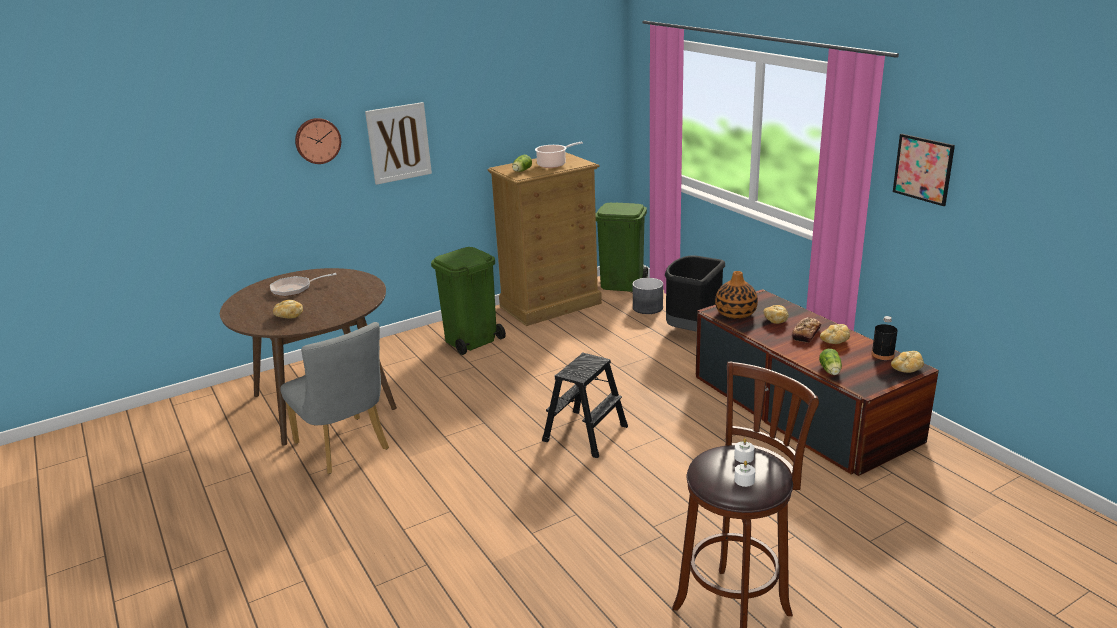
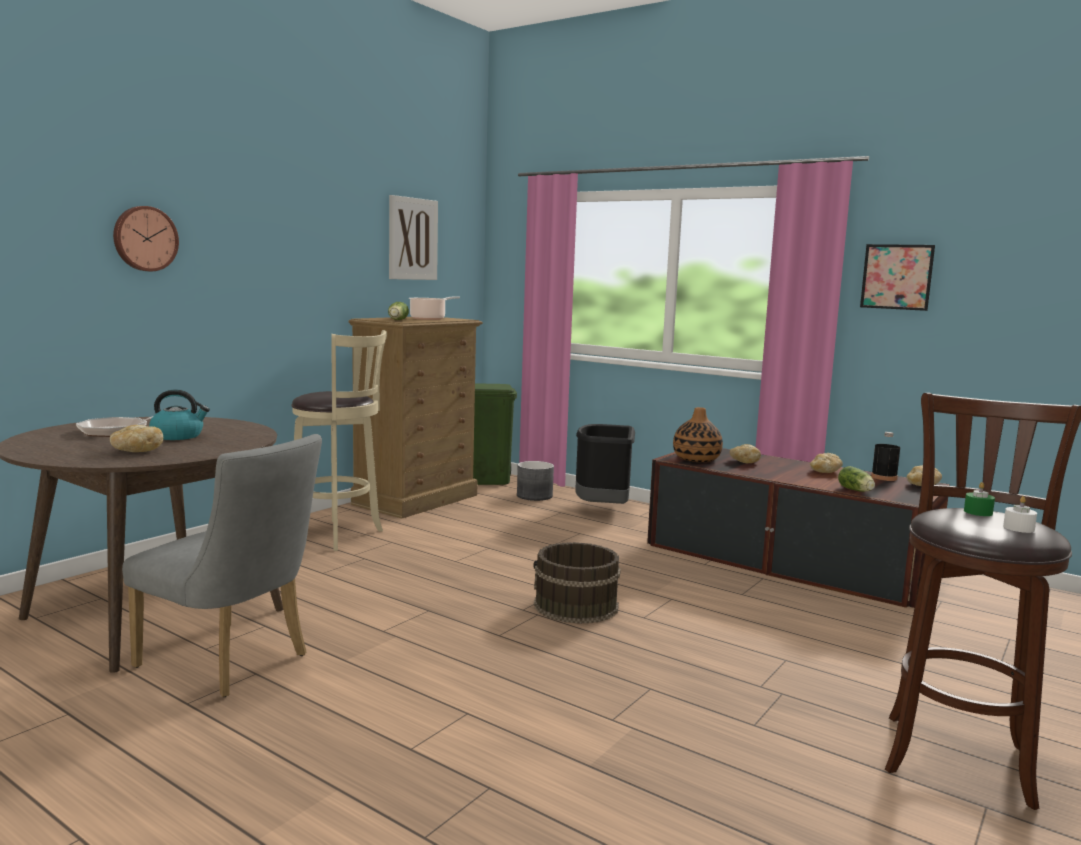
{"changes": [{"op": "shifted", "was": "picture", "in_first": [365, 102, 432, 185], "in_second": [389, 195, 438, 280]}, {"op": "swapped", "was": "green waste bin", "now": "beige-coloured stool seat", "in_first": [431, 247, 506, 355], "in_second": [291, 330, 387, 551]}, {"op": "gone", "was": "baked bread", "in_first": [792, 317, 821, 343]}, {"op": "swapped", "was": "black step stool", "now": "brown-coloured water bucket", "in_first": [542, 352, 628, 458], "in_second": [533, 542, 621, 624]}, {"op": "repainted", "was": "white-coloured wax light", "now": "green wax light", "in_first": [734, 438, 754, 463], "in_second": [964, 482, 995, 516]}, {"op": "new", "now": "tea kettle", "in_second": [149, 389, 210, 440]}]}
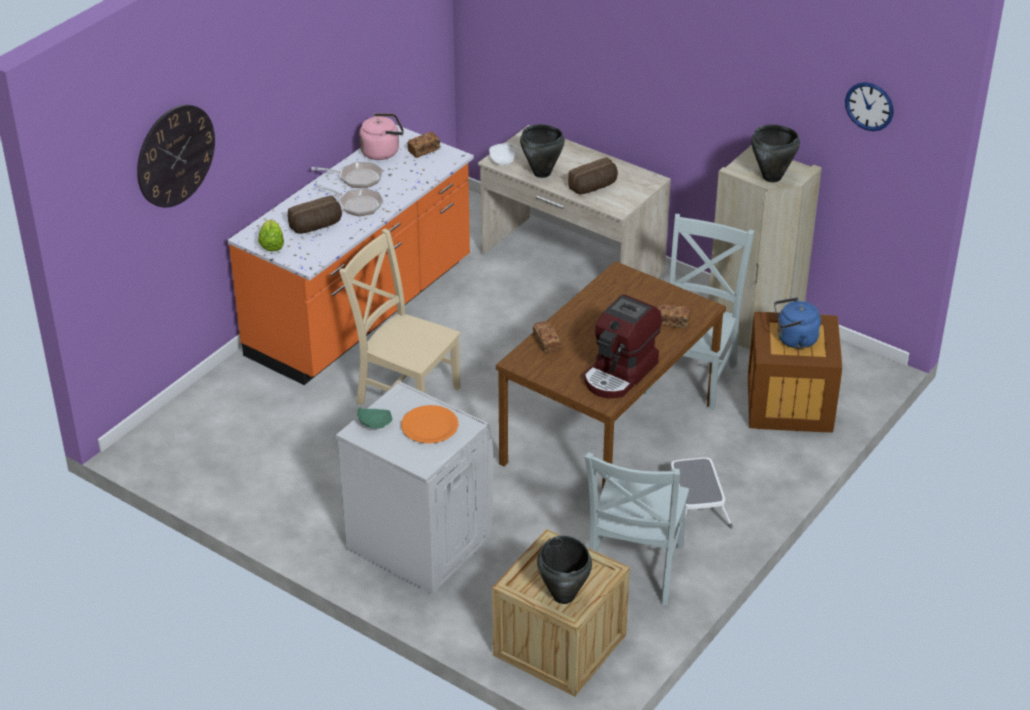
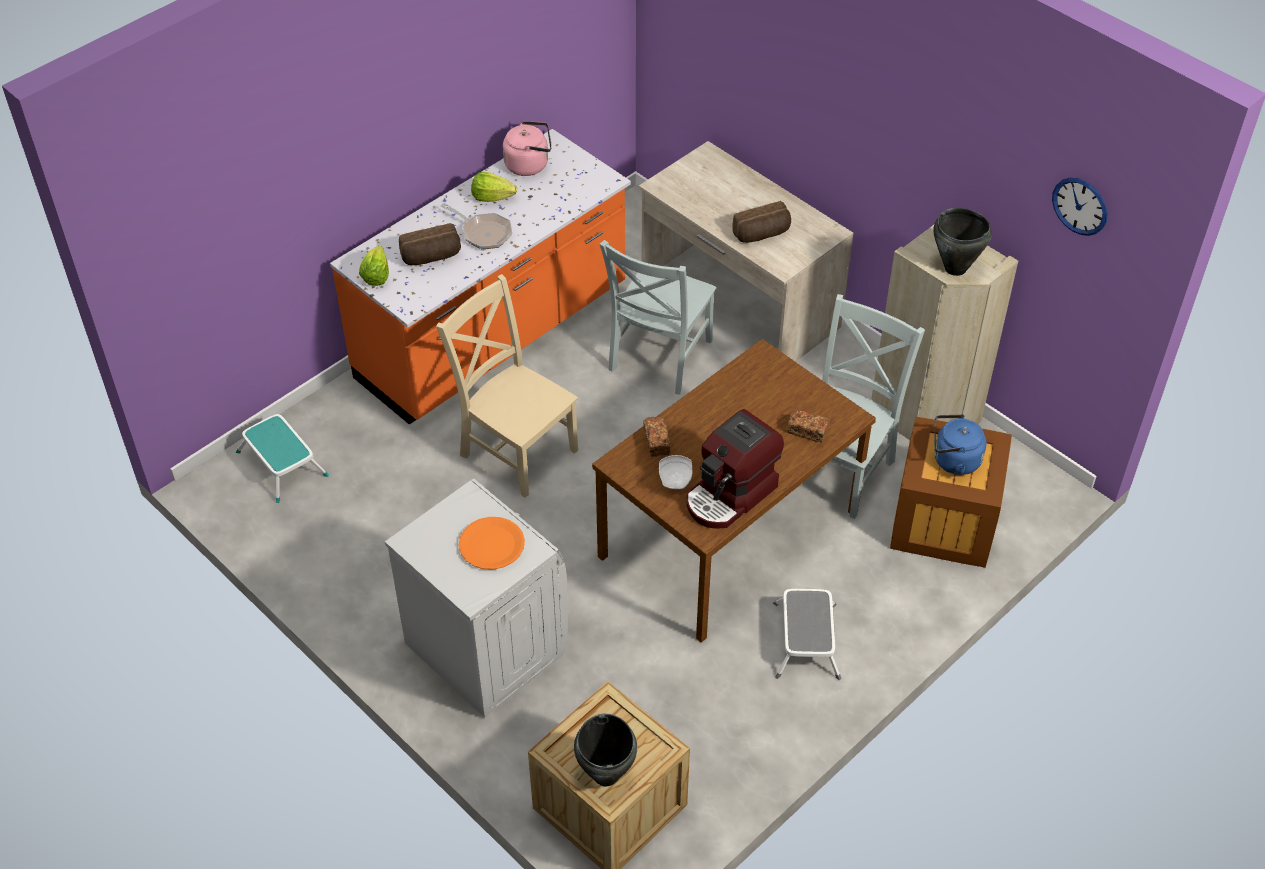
{"changes": [{"op": "gone", "was": "clock on the wall", "in_first": [137, 105, 215, 208]}, {"op": "gone", "was": "black cooking pot", "in_first": [520, 124, 565, 178]}, {"op": "gone", "was": "baked bread", "in_first": [407, 132, 440, 158]}, {"op": "shifted", "was": "white-coloured dinner plate", "in_first": [489, 144, 515, 166], "in_second": [659, 455, 692, 489]}, {"op": "swapped", "was": "pan", "now": "head of lettuce", "in_first": [311, 162, 383, 188], "in_second": [471, 172, 517, 202]}, {"op": "gone", "was": "green dinner plate", "in_first": [357, 407, 392, 429]}, {"op": "shifted", "was": "gray chair", "in_first": [585, 452, 689, 605], "in_second": [600, 240, 716, 395]}, {"op": "new", "now": "turquoise step stool", "in_second": [236, 414, 329, 503]}]}
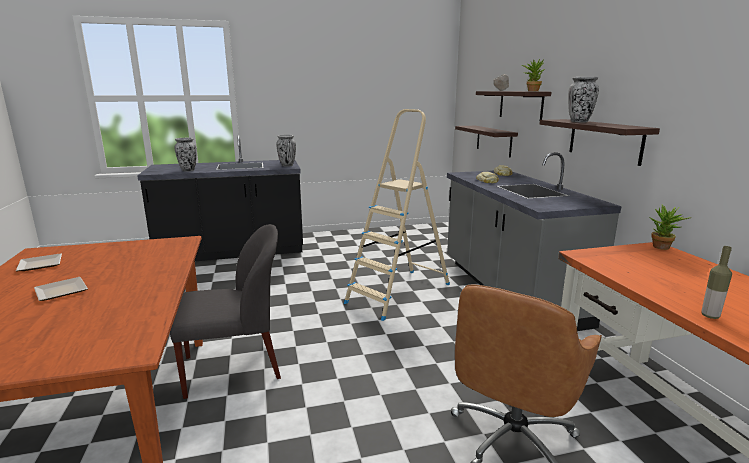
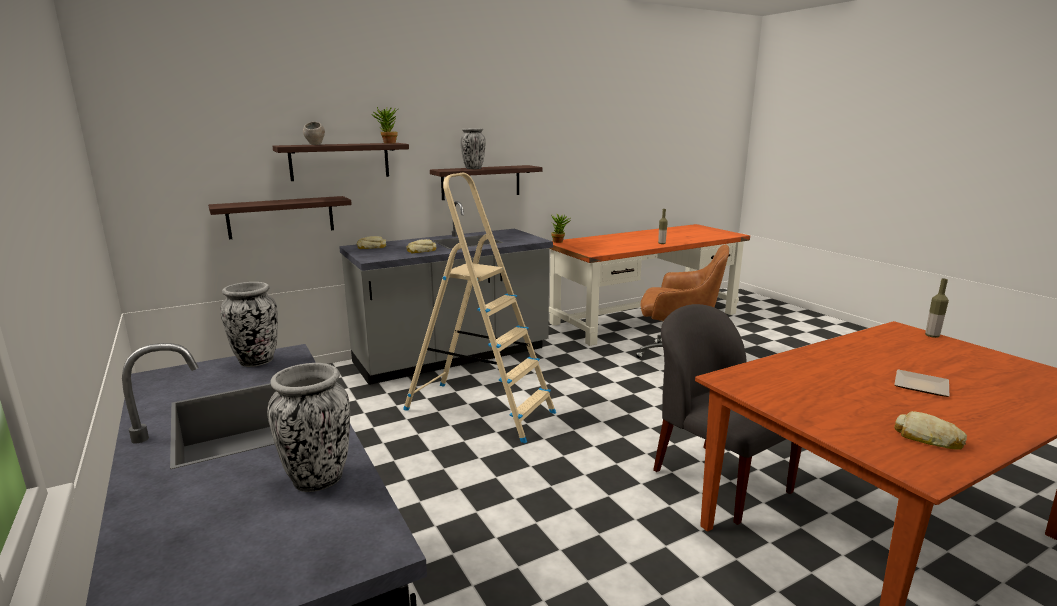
{"changes": [{"op": "swapped", "was": "dinner plate", "now": "baked bread", "in_first": [16, 253, 62, 271], "in_second": [894, 411, 967, 450]}, {"op": "new", "now": "beverage bottle", "in_second": [925, 278, 949, 338]}]}
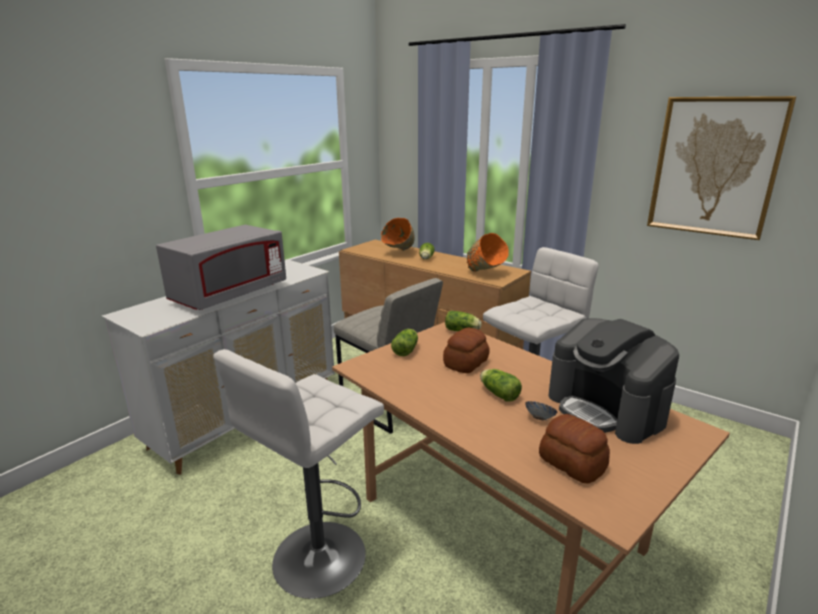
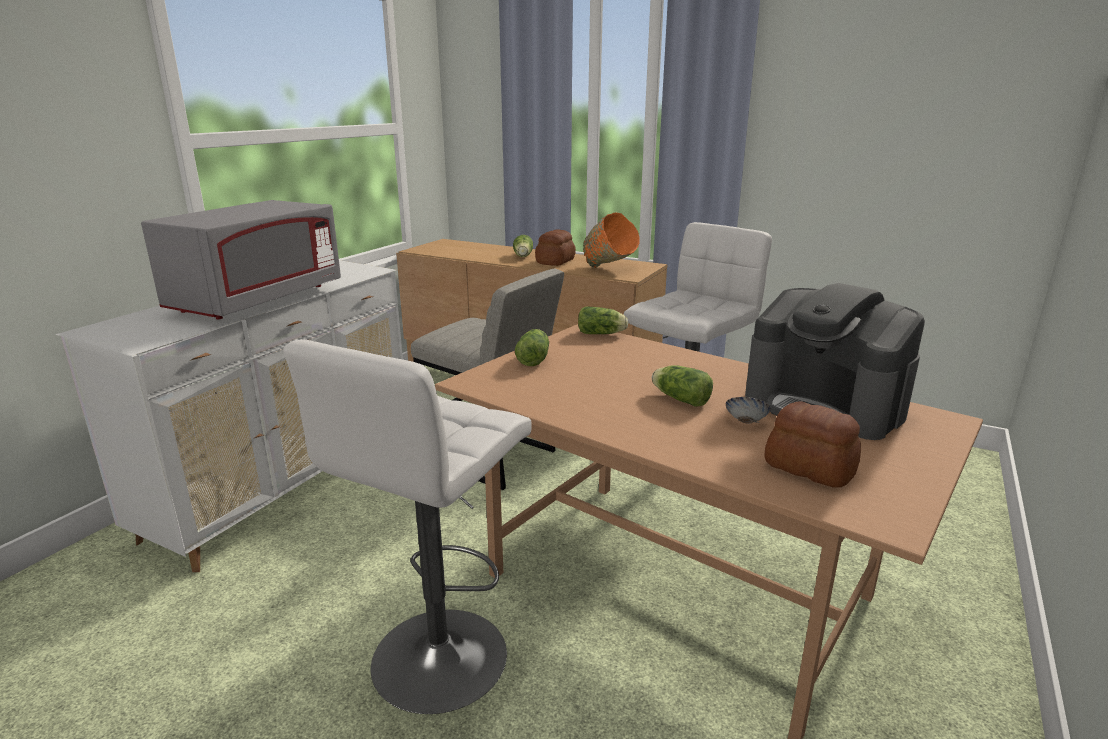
{"changes": [{"op": "gone", "was": "picture", "in_first": [647, 96, 797, 240]}, {"op": "gone", "was": "orange-coloured deep dish", "in_first": [381, 218, 415, 251]}, {"op": "shifted", "was": "baked bread", "in_first": [443, 328, 490, 373], "in_second": [535, 230, 576, 266]}]}
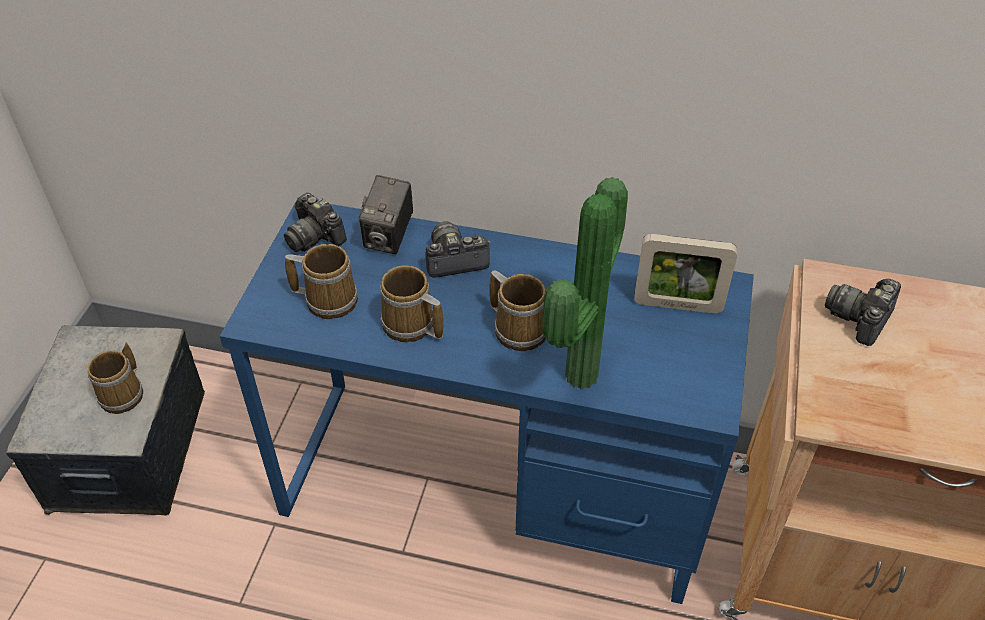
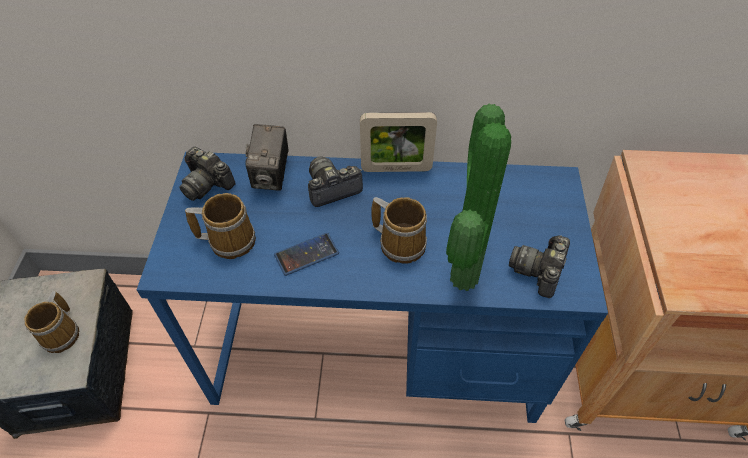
{"changes": [{"op": "shifted", "was": "photo frame", "in_first": [634, 234, 737, 314], "in_second": [360, 112, 437, 172]}, {"op": "swapped", "was": "coffee mug", "now": "telephone", "in_first": [380, 265, 443, 342], "in_second": [274, 233, 339, 276]}, {"op": "shifted", "was": "photo camera", "in_first": [825, 279, 901, 346], "in_second": [509, 235, 570, 298]}]}
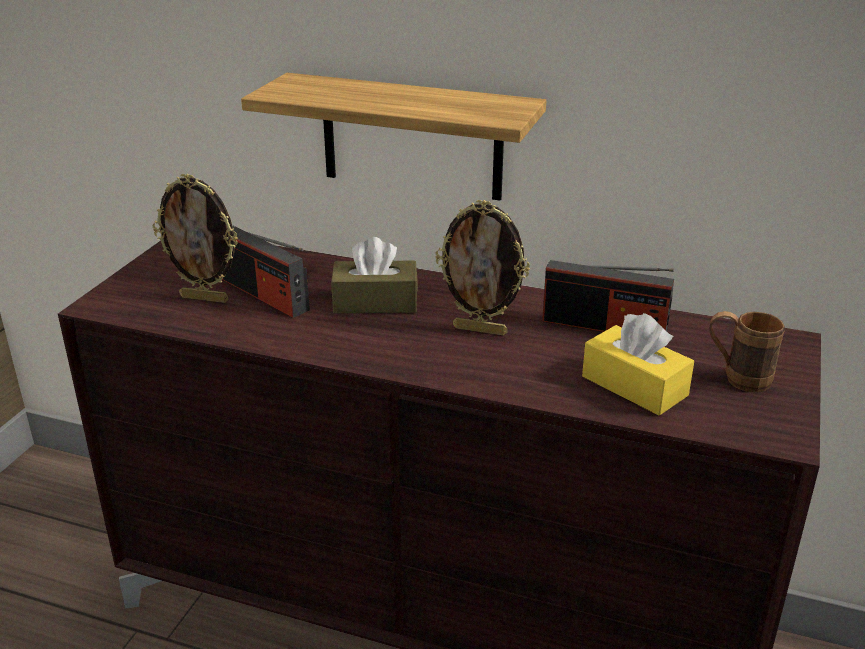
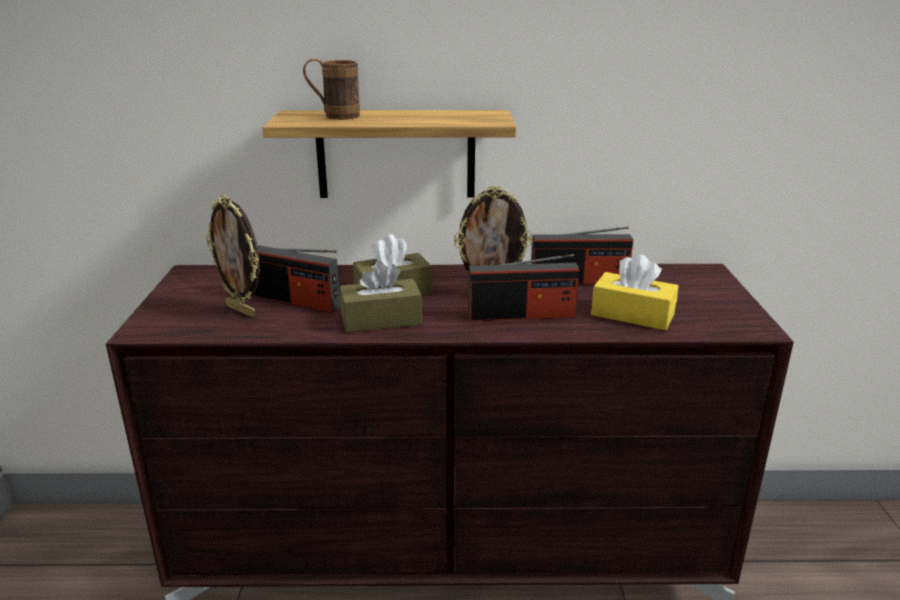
{"changes": [{"op": "rotated", "was": "photo frame", "in_first": [153, 174, 238, 303], "in_second": [206, 195, 260, 318], "clockwise": 45}, {"op": "shifted", "was": "brown-coloured coffee mug", "in_first": [709, 311, 785, 393], "in_second": [303, 58, 360, 120]}, {"op": "new", "now": "radio receiver", "in_second": [468, 254, 579, 321]}, {"op": "new", "now": "brown-coloured box of tissues", "in_second": [340, 261, 422, 333]}]}
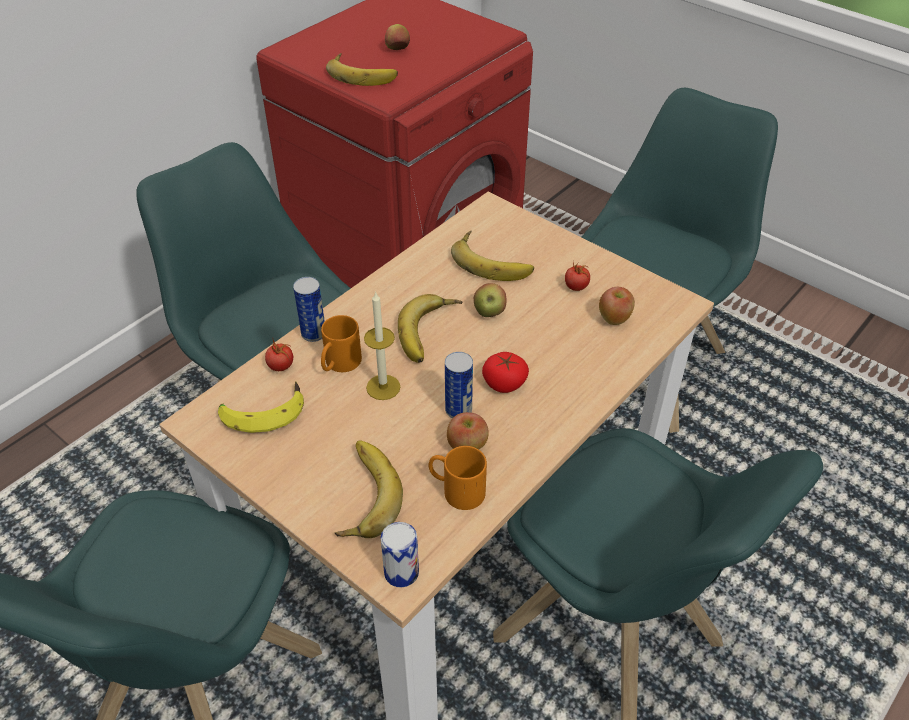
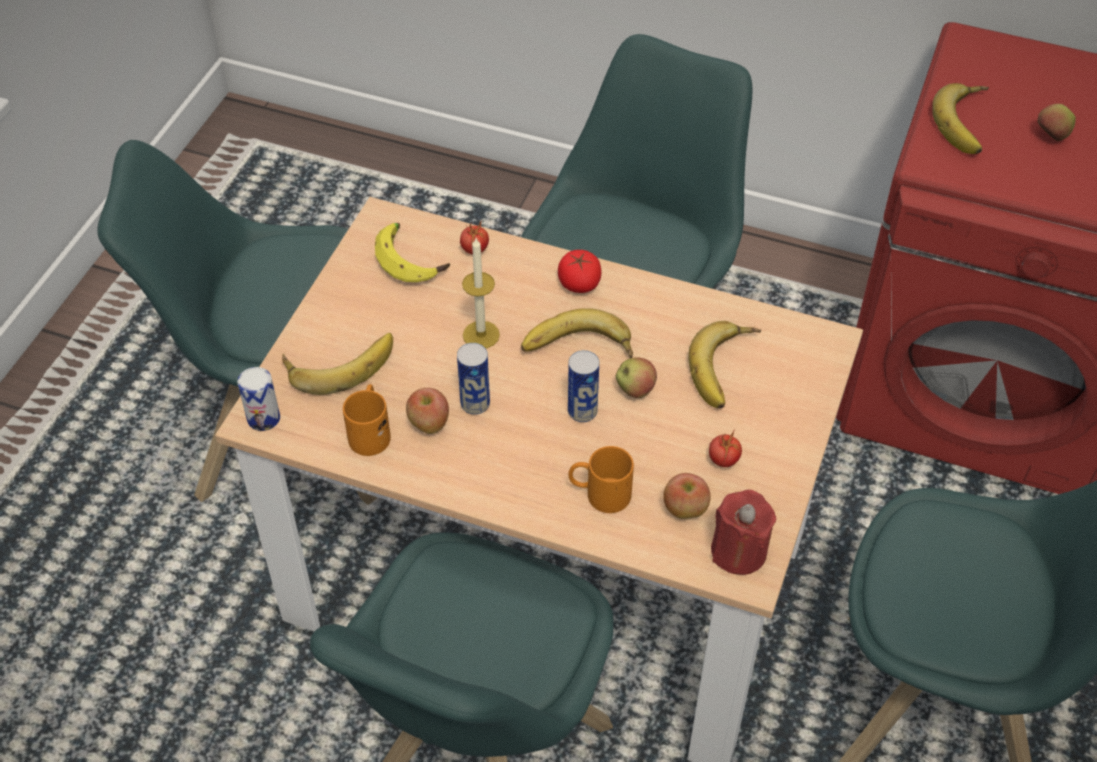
{"changes": [{"op": "shifted", "was": "sealed can", "in_first": [293, 277, 325, 342], "in_second": [568, 350, 599, 422]}, {"op": "shifted", "was": "orange-coloured coffee mug", "in_first": [321, 315, 362, 372], "in_second": [568, 446, 634, 513]}, {"op": "shifted", "was": "tomato", "in_first": [482, 352, 529, 393], "in_second": [558, 250, 601, 293]}, {"op": "new", "now": "reddish wax light", "in_second": [711, 490, 776, 575]}]}
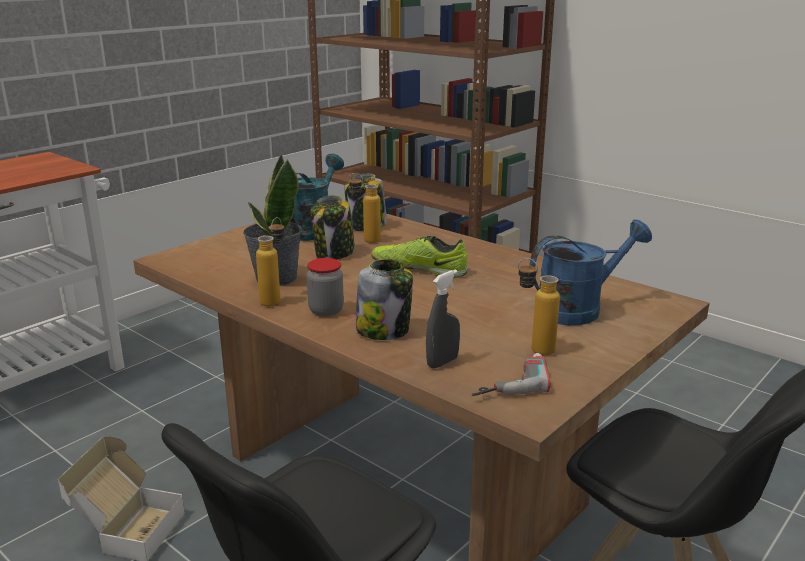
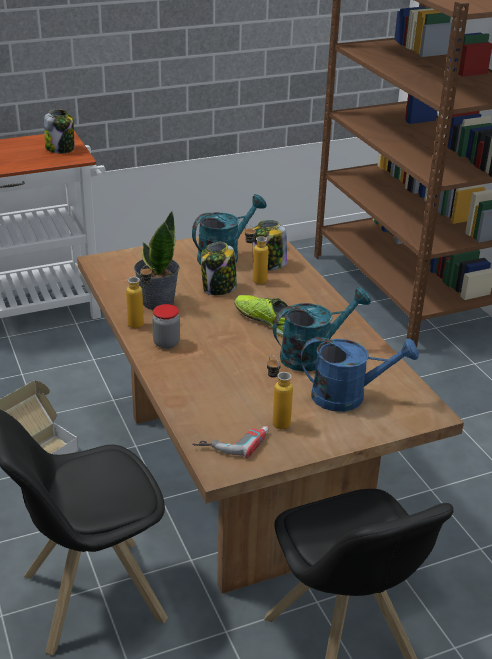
{"changes": [{"op": "shifted", "was": "jar", "in_first": [355, 259, 413, 340], "in_second": [44, 109, 75, 153]}, {"op": "gone", "was": "gray hand sprayer", "in_first": [426, 269, 460, 369]}, {"op": "new", "now": "turquoise watering can", "in_second": [273, 287, 371, 371]}]}
